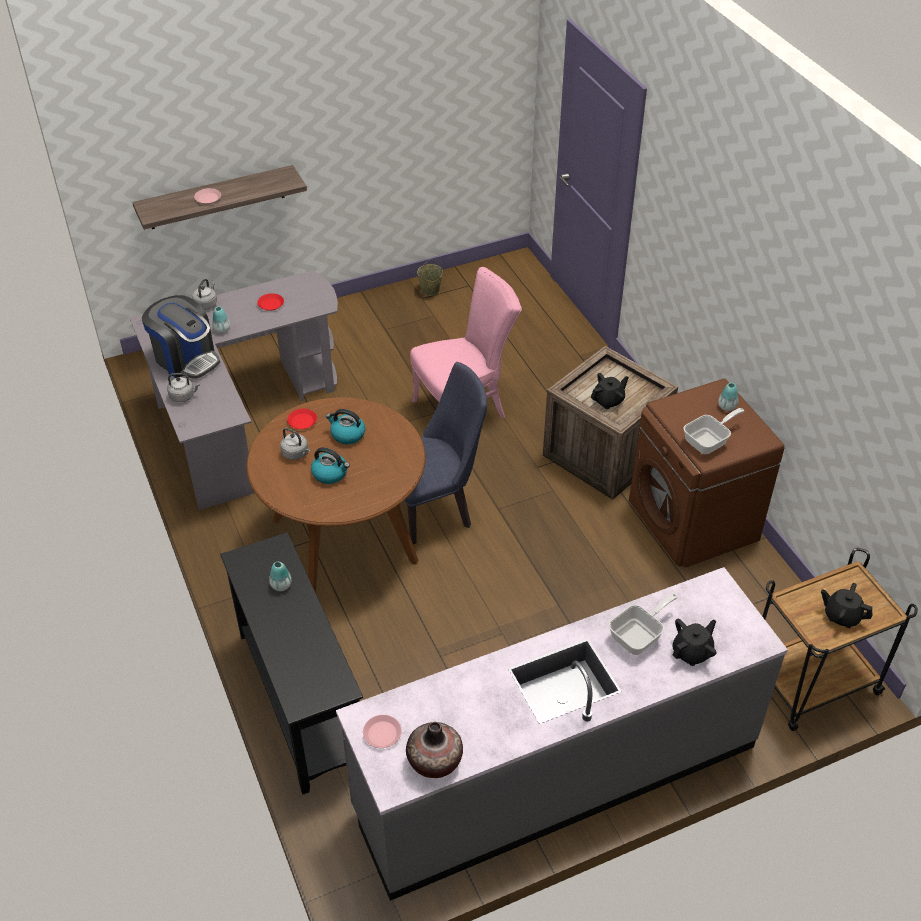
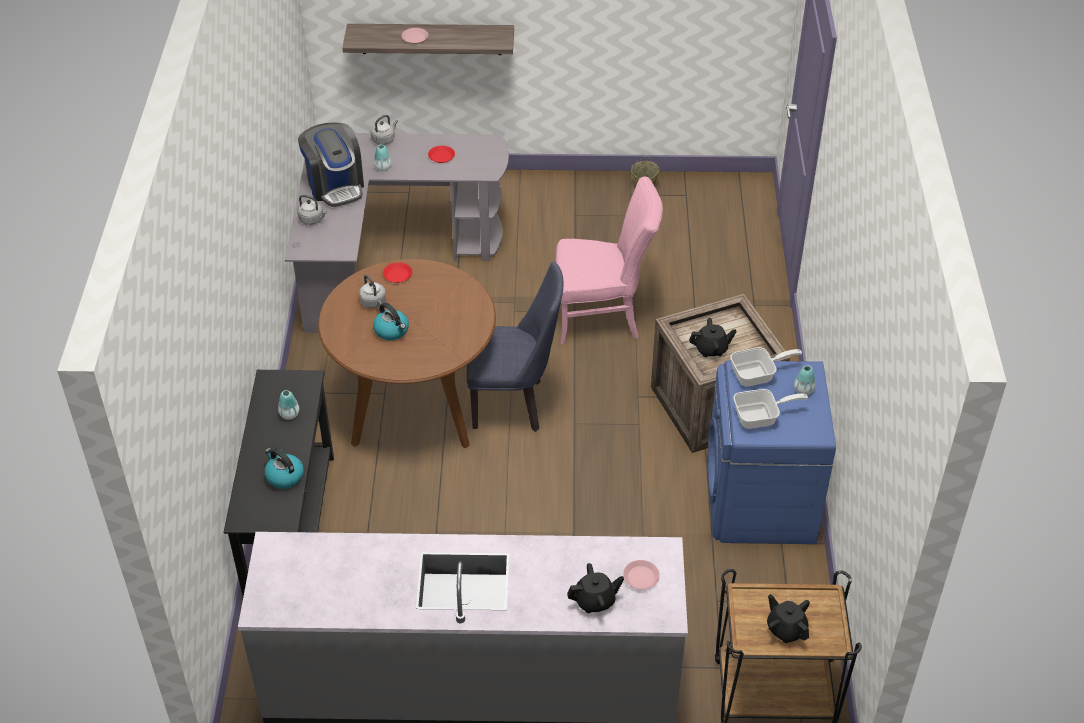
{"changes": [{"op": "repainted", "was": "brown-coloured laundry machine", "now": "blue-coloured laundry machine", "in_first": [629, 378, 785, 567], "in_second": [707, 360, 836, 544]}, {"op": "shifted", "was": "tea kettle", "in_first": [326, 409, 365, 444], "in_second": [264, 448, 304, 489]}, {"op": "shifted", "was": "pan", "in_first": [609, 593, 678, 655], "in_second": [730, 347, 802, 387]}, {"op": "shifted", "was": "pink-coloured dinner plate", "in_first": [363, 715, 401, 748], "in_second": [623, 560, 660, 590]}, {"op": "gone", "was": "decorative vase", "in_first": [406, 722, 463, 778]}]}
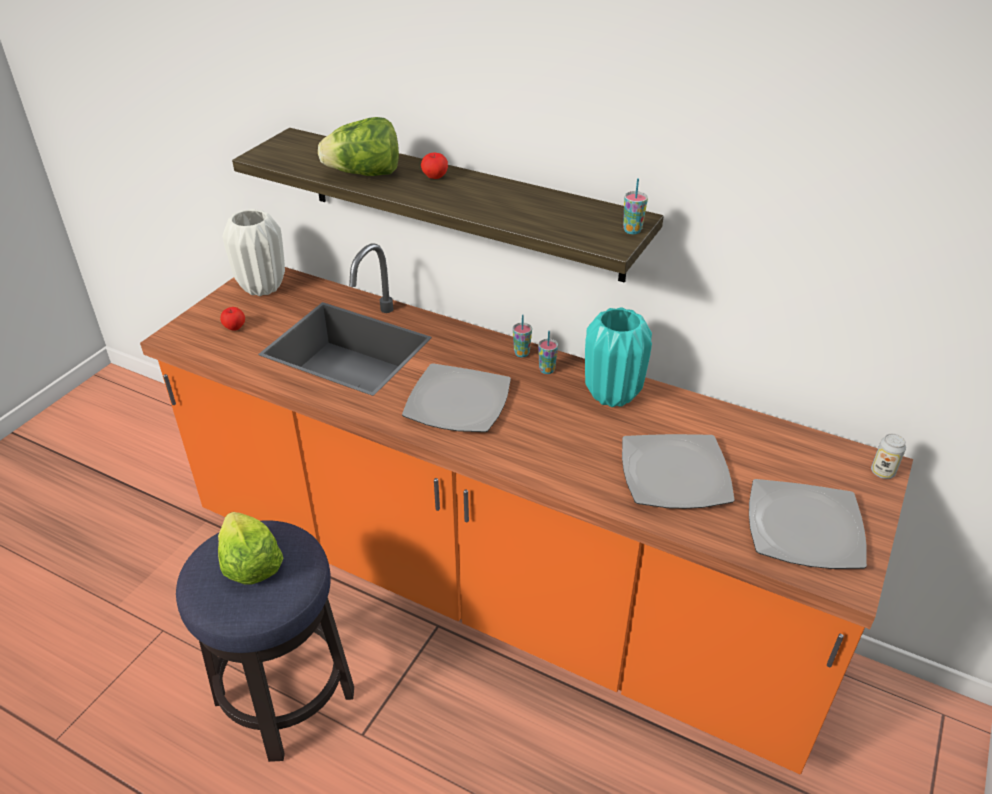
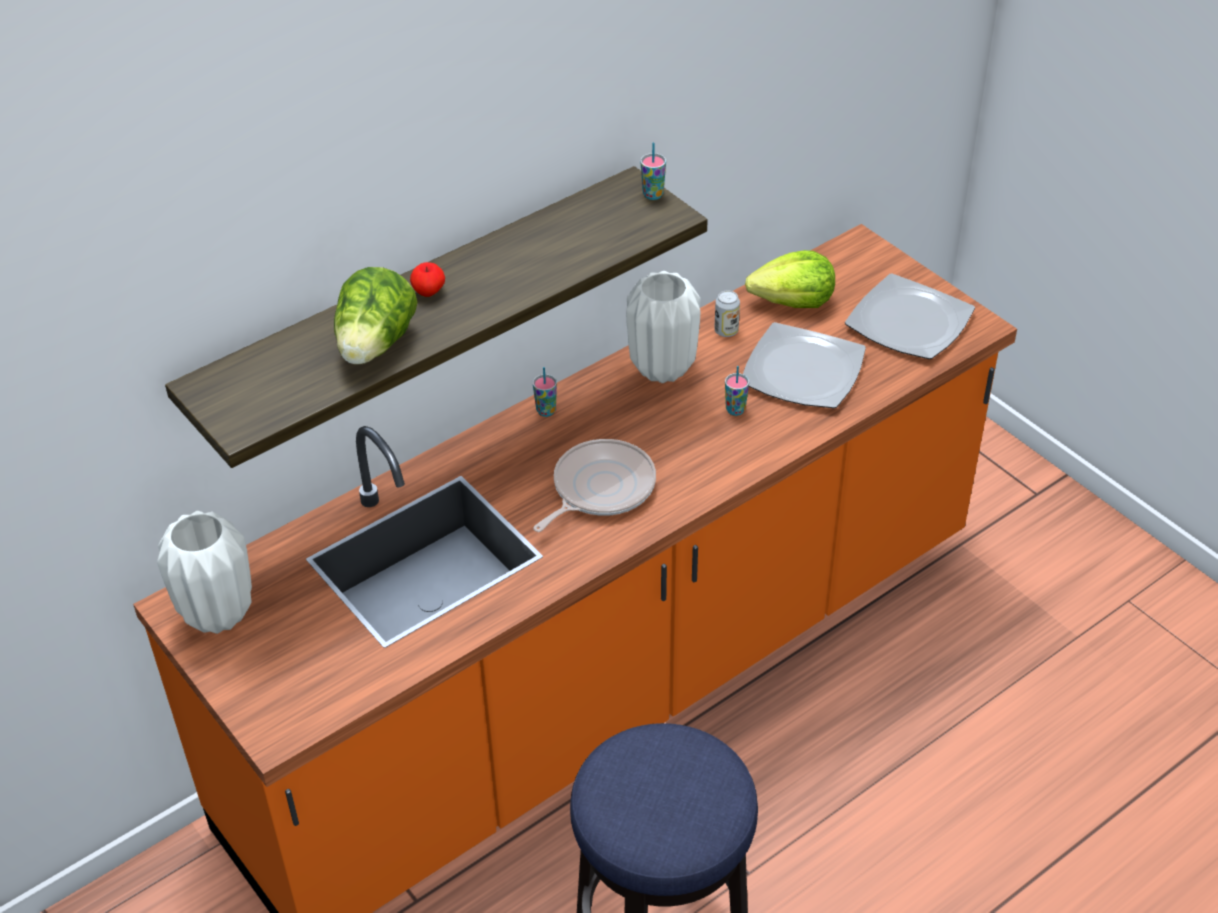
{"changes": [{"op": "gone", "was": "apple fruit", "in_first": [220, 307, 245, 331]}, {"op": "repainted", "was": "turquoise decorative vase", "now": "white-coloured decorative vase", "in_first": [585, 307, 652, 407], "in_second": [626, 271, 700, 383]}, {"op": "shifted", "was": "drinking cup", "in_first": [538, 331, 558, 374], "in_second": [725, 366, 749, 416]}, {"op": "swapped", "was": "dinner plate", "now": "pan", "in_first": [402, 363, 511, 432], "in_second": [533, 439, 656, 532]}, {"op": "shifted", "was": "sealed can", "in_first": [871, 434, 906, 479], "in_second": [715, 290, 740, 337]}, {"op": "shifted", "was": "head of lettuce", "in_first": [218, 512, 283, 585], "in_second": [745, 250, 835, 308]}]}
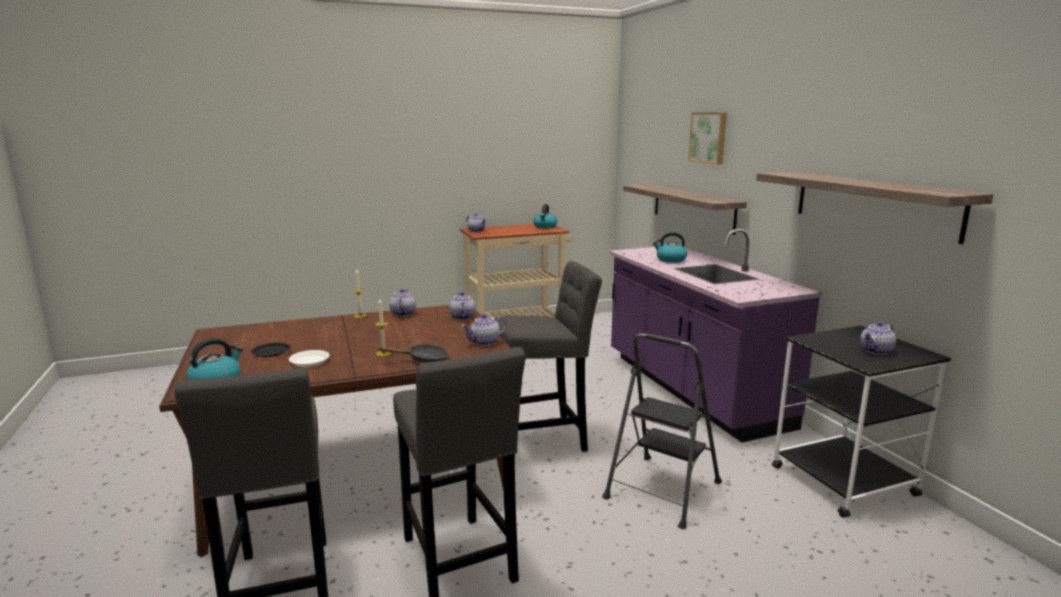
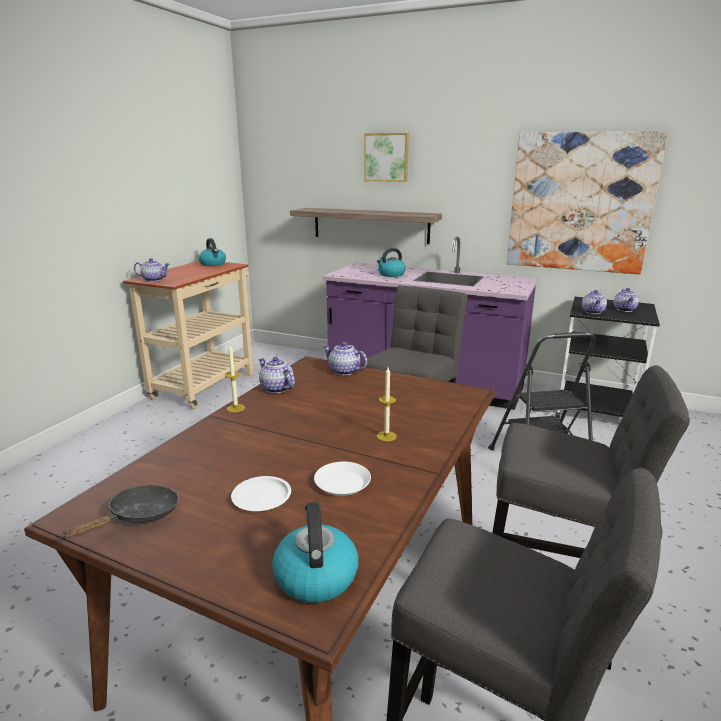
{"changes": [{"op": "swapped", "was": "shelf", "now": "picture", "in_first": [756, 172, 993, 244], "in_second": [507, 131, 668, 274]}, {"op": "shifted", "was": "tea pot", "in_first": [462, 314, 507, 346], "in_second": [582, 290, 607, 314]}, {"op": "repainted", "was": "black dinner plate", "now": "white-coloured dinner plate", "in_first": [251, 343, 291, 357], "in_second": [231, 476, 291, 511]}, {"op": "shifted", "was": "black pan", "in_first": [377, 345, 449, 363], "in_second": [61, 485, 179, 538]}]}
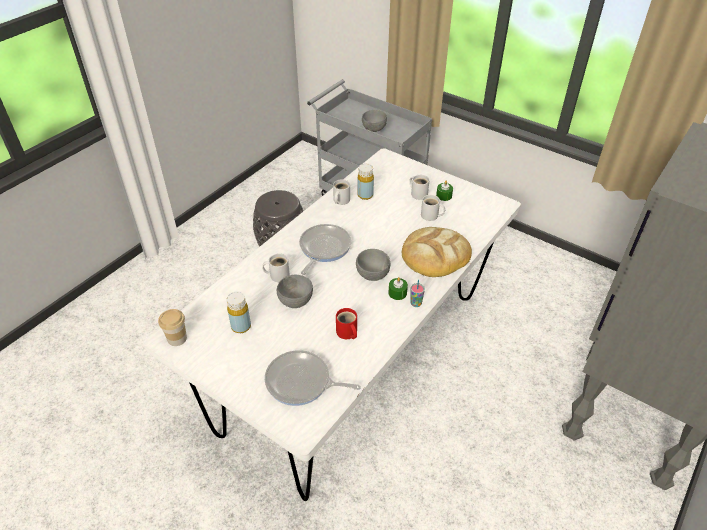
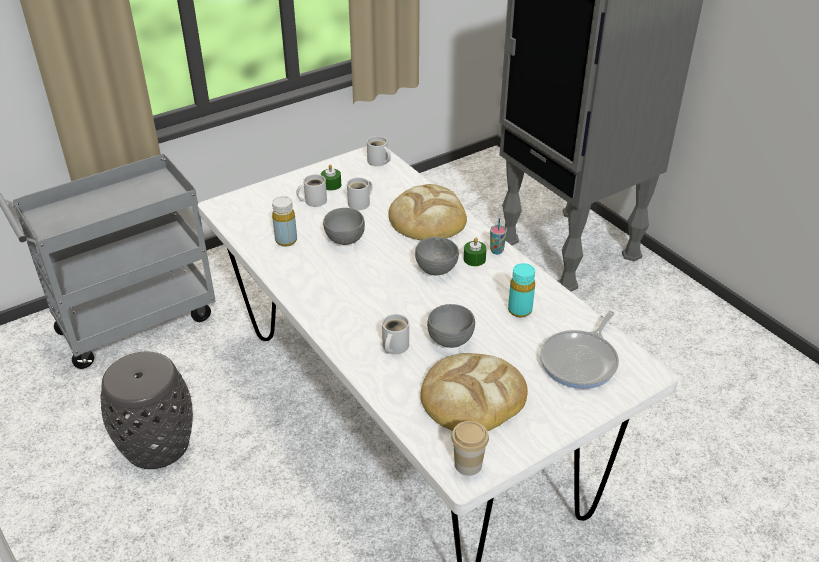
{"changes": [{"op": "shifted", "was": "gray deep dish", "in_first": [362, 110, 387, 132], "in_second": [323, 208, 365, 245]}, {"op": "shifted", "was": "white-coloured coffee mug", "in_first": [333, 179, 350, 205], "in_second": [367, 136, 391, 166]}, {"op": "gone", "was": "pan", "in_first": [299, 224, 352, 275]}, {"op": "swapped", "was": "yellowish beverage bottle", "now": "baked bread", "in_first": [227, 291, 251, 333], "in_second": [420, 353, 528, 431]}, {"op": "swapped", "was": "reddish coffee mug", "now": "turquoise beverage bottle", "in_first": [336, 308, 357, 339], "in_second": [508, 263, 535, 318]}]}
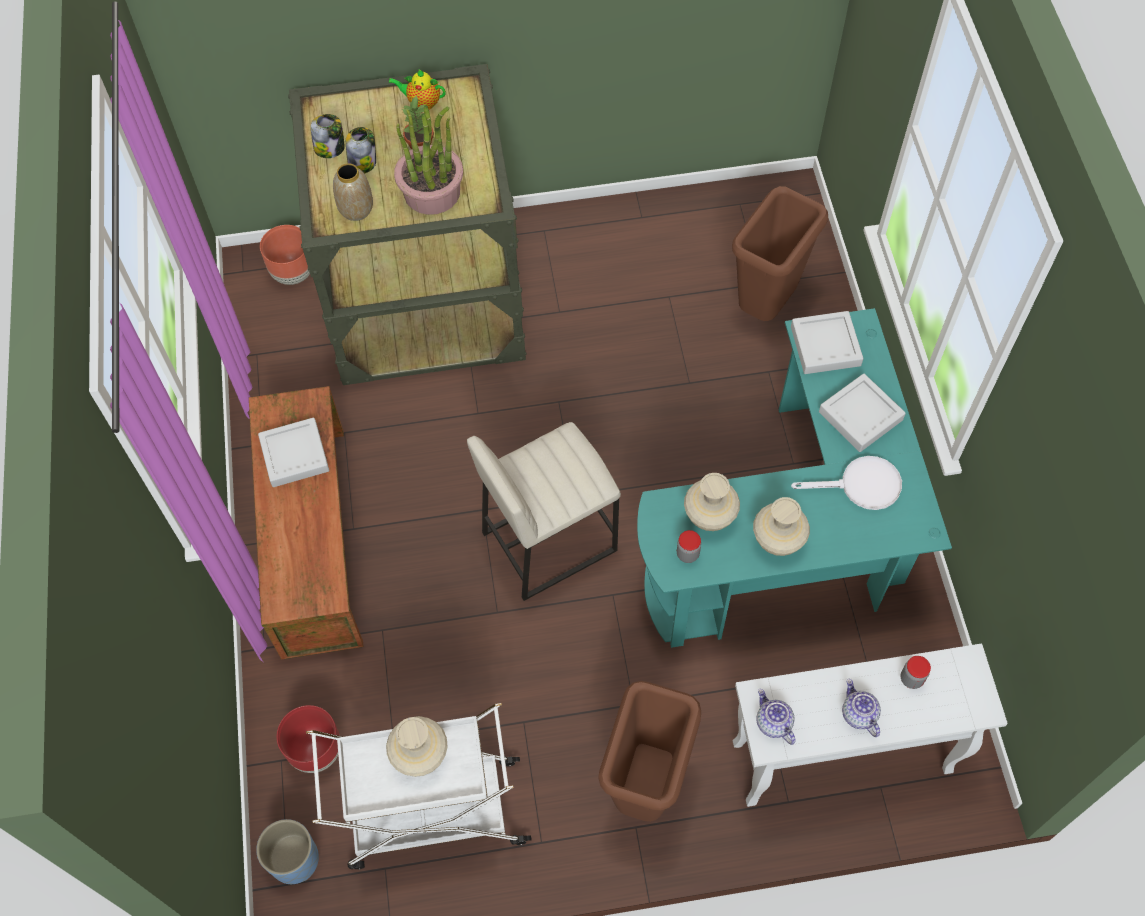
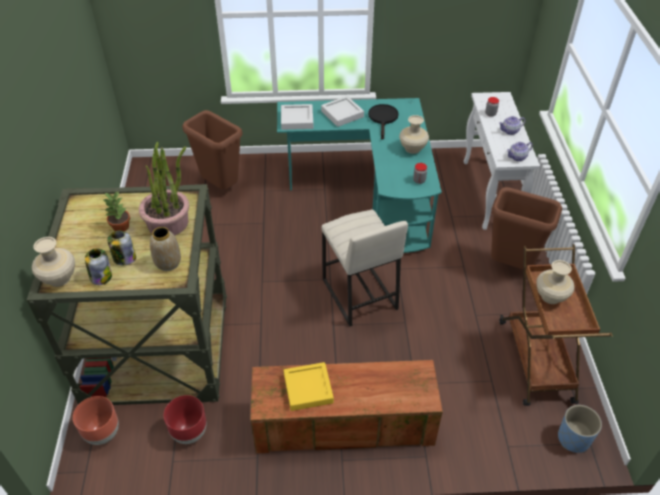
{"changes": [{"op": "gone", "was": "tea pot", "in_first": [388, 70, 446, 110]}, {"op": "repainted", "was": "gray serving tray", "now": "yellowish serving tray", "in_first": [258, 418, 329, 487], "in_second": [284, 362, 334, 411]}, {"op": "repainted", "was": "white-coloured pan", "now": "black pan", "in_first": [791, 456, 902, 510], "in_second": [368, 104, 399, 140]}, {"op": "shifted", "was": "beige-coloured decorative vase", "in_first": [684, 473, 740, 531], "in_second": [32, 237, 75, 287]}, {"op": "repainted", "was": "white-coloured cart", "now": "brown-coloured cart", "in_first": [306, 703, 531, 870], "in_second": [499, 244, 613, 406]}, {"op": "shifted", "was": "reddish planter", "in_first": [277, 705, 340, 773], "in_second": [164, 395, 207, 444]}]}
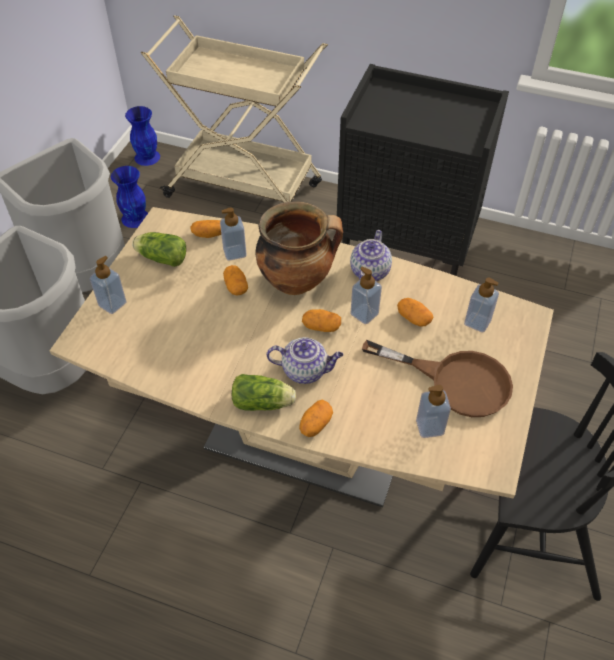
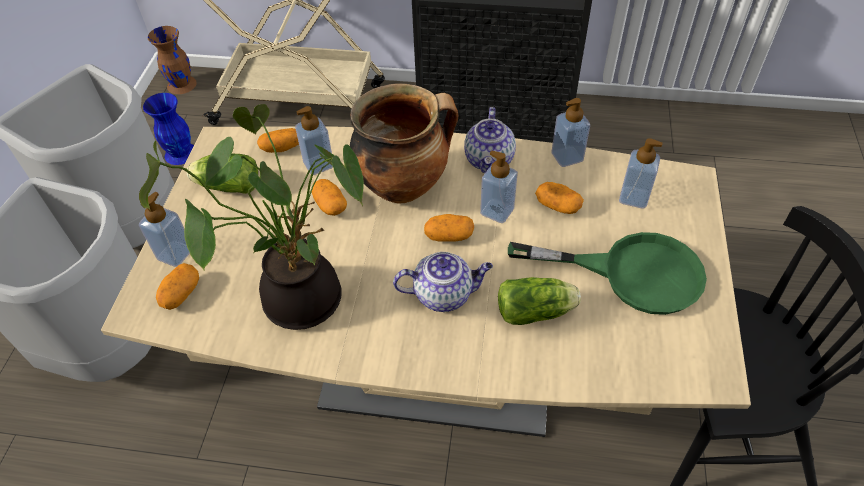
{"changes": [{"op": "repainted", "was": "blue-coloured decorative vase", "now": "brown-coloured decorative vase", "in_first": [125, 106, 160, 166], "in_second": [148, 26, 197, 94]}, {"op": "repainted", "was": "brown-coloured pan", "now": "green pan", "in_first": [362, 340, 513, 417], "in_second": [508, 232, 707, 315]}, {"op": "shifted", "was": "head of lettuce", "in_first": [232, 374, 296, 411], "in_second": [498, 277, 581, 325]}, {"op": "shifted", "was": "soap dispenser", "in_first": [416, 385, 451, 438], "in_second": [552, 98, 590, 167]}, {"op": "shifted", "was": "whole potato", "in_first": [299, 400, 333, 437], "in_second": [156, 263, 199, 310]}, {"op": "new", "now": "houseplant", "in_second": [139, 104, 364, 330]}]}
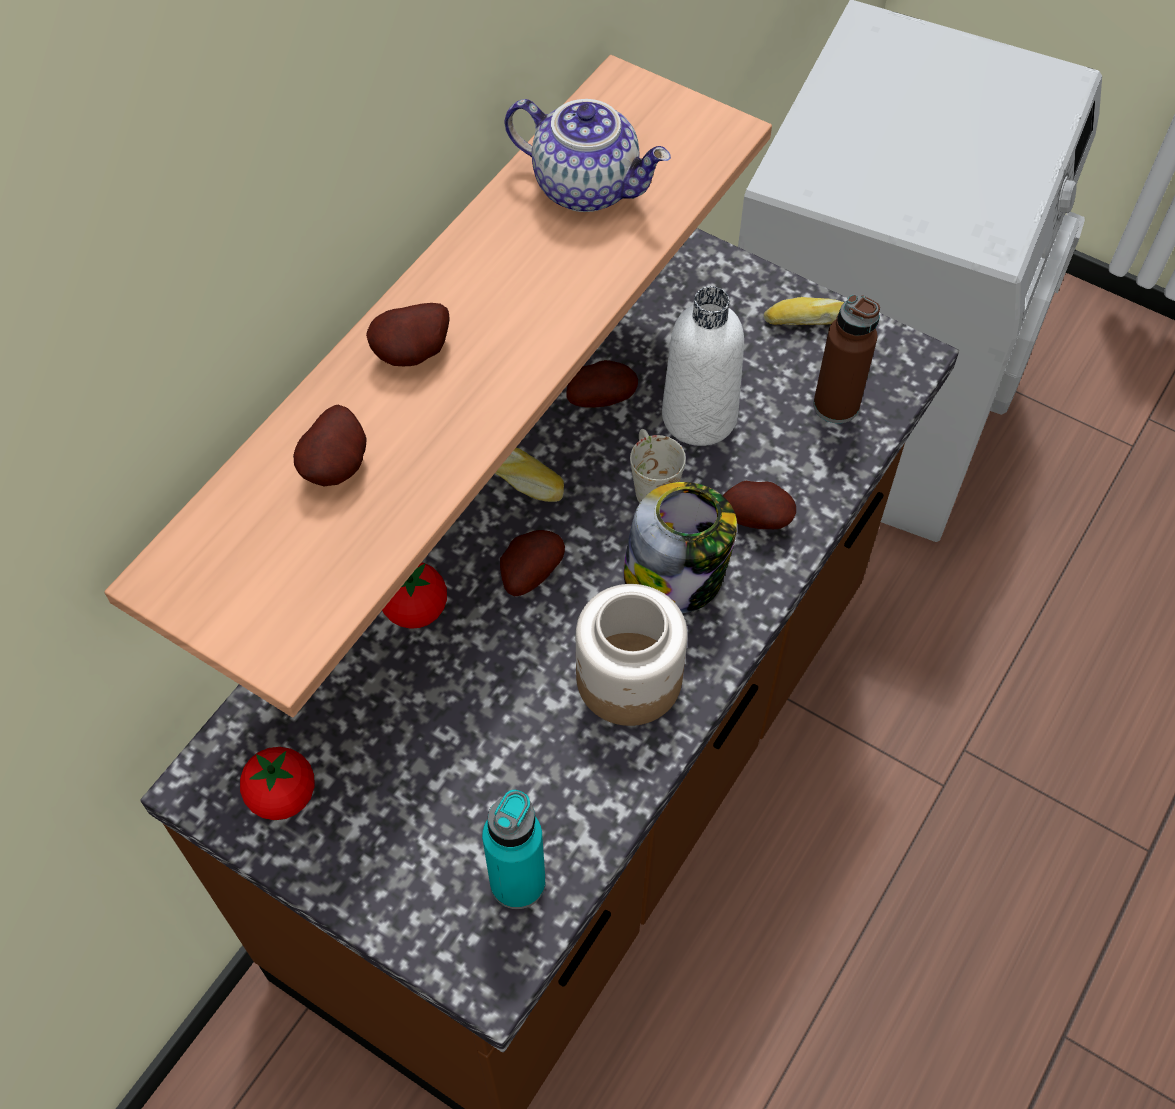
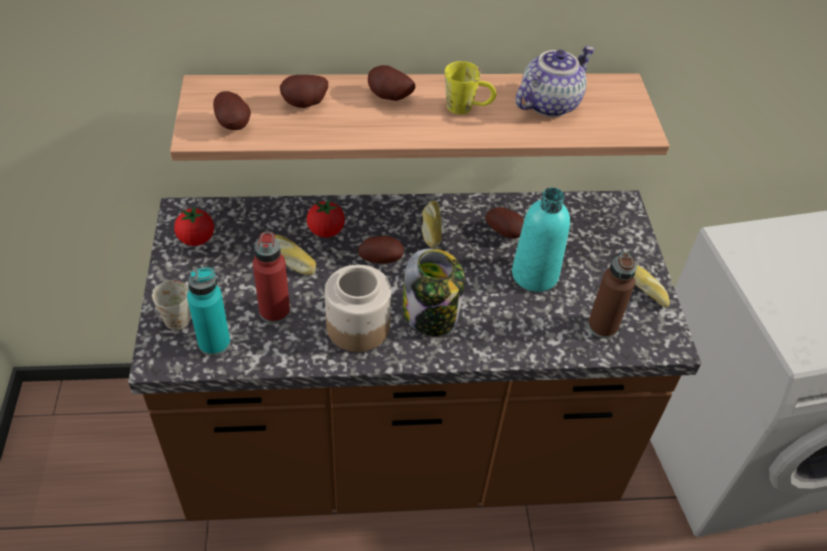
{"changes": [{"op": "rotated", "was": "tea pot", "in_first": [504, 99, 671, 212], "in_second": [516, 46, 595, 117], "clockwise": -120}, {"op": "repainted", "was": "white-coloured beverage bottle", "now": "turquoise beverage bottle", "in_first": [662, 286, 744, 446], "in_second": [512, 188, 570, 292]}, {"op": "shifted", "was": "white-coloured coffee mug", "in_first": [630, 429, 686, 503], "in_second": [152, 280, 190, 330]}, {"op": "shifted", "was": "whole potato", "in_first": [722, 481, 796, 529], "in_second": [213, 91, 251, 130]}, {"op": "new", "now": "yellowish coffee mug", "in_second": [445, 61, 496, 114]}, {"op": "new", "now": "reddish beverage bottle", "in_second": [253, 231, 290, 323]}, {"op": "new", "now": "baked bread", "in_second": [275, 235, 316, 275]}]}
